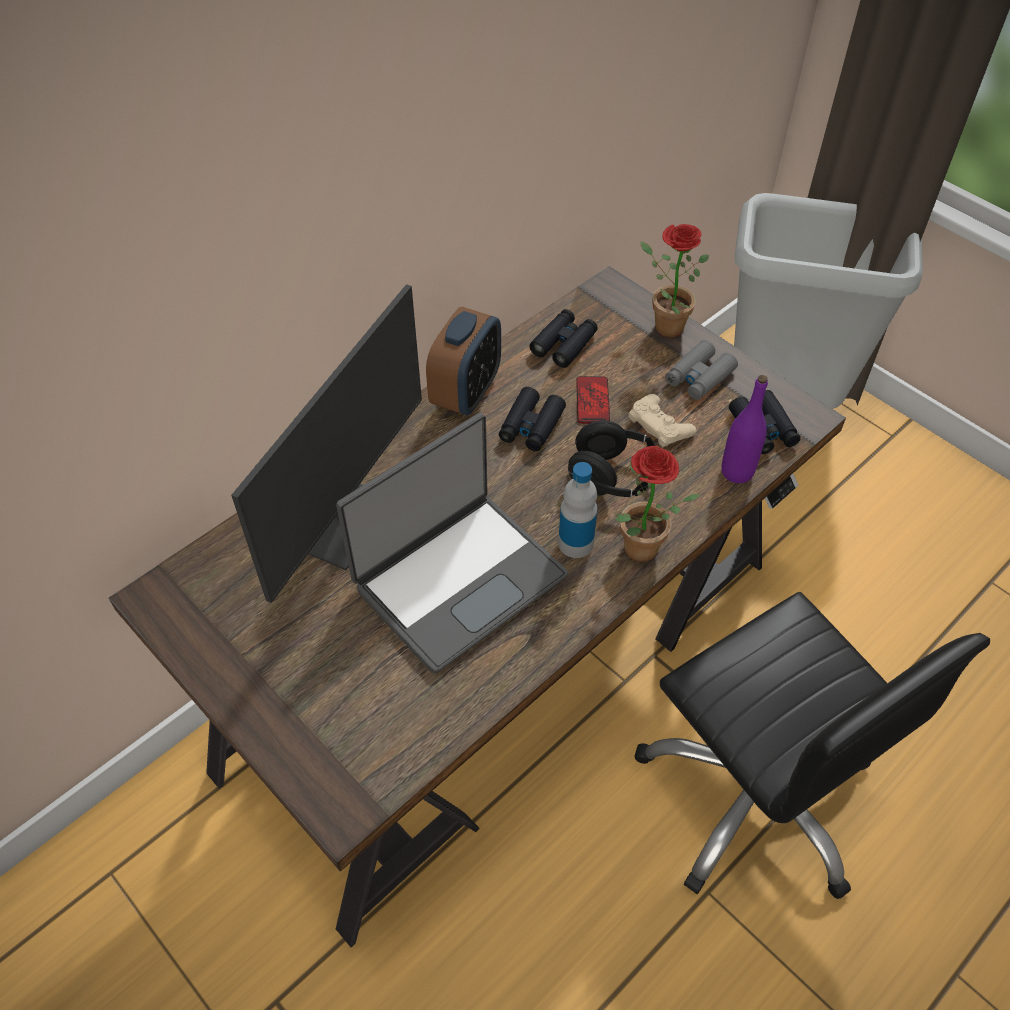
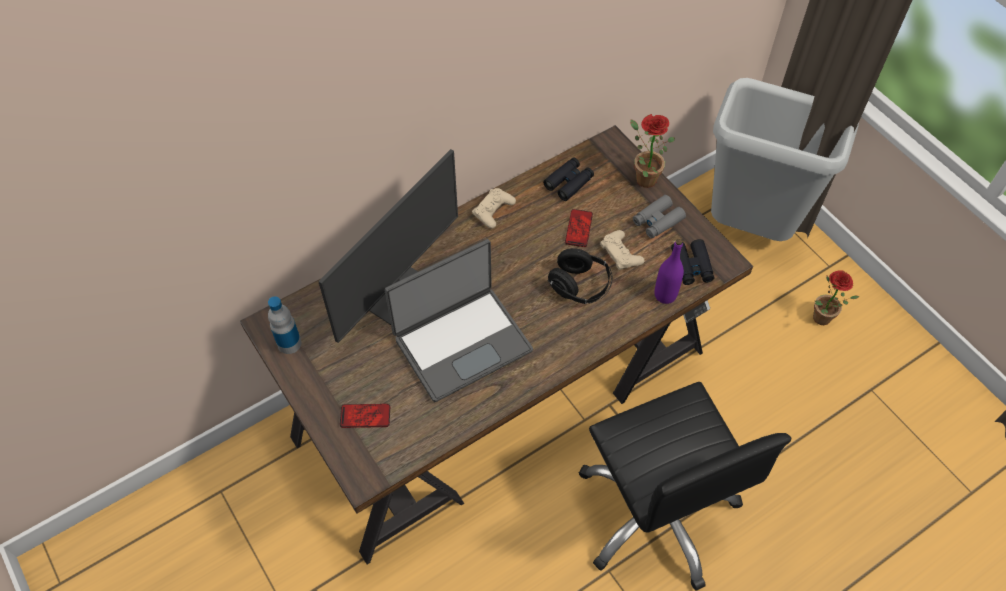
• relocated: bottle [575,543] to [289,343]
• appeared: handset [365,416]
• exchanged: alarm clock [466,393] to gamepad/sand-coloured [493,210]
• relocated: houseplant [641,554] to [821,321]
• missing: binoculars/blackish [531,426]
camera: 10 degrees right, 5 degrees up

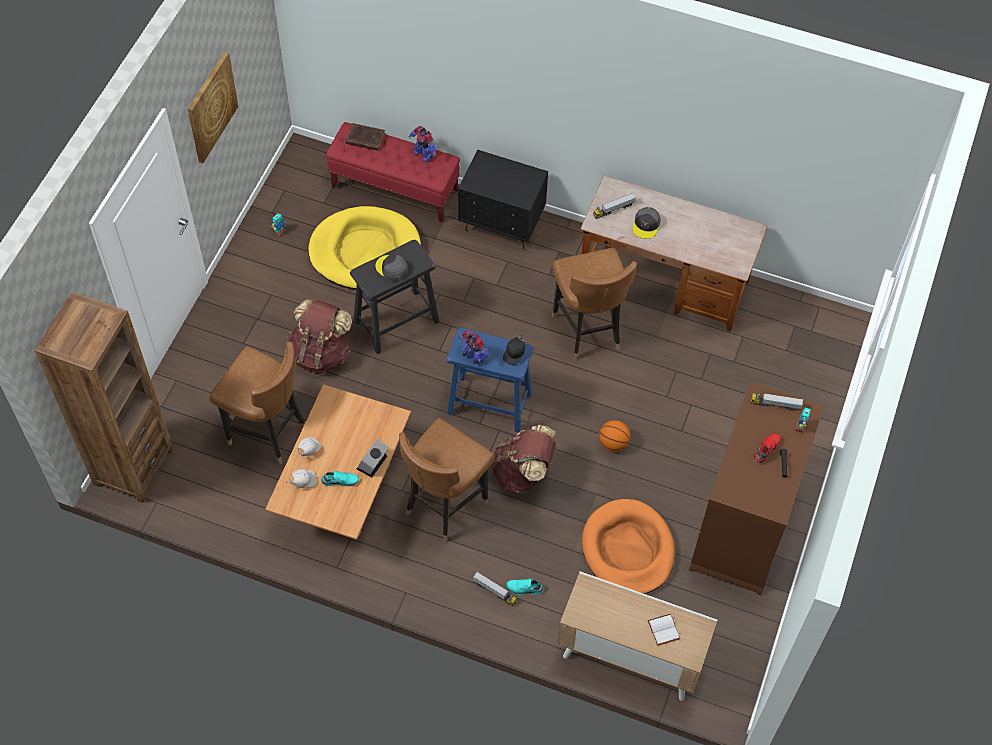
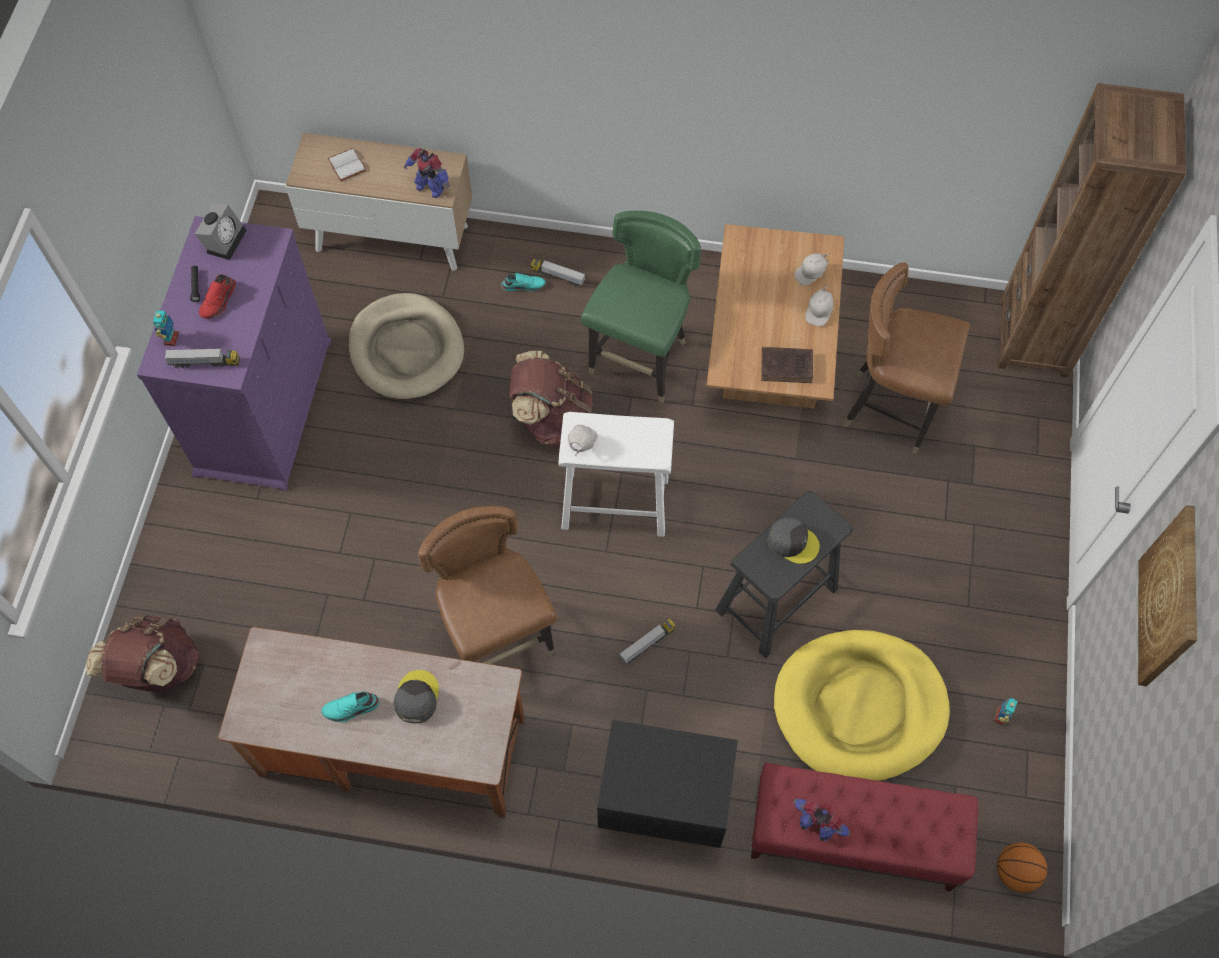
• relocated: knapsack/brownish [321,353] to [157,669]
• colour: drawer chest/brownish [744,524] to drawer chest/purple [264,405]
• relocated: alarm clock [372,464] to [225,239]
• relocated: shoe/blue-green [340,480] to [351,709]
• colour: pet bed/orange-coloured [628,549] to pet bed/sand-coloured [406,349]
• relocated: model robot [473,357] to [430,187]
• colour: sitting stool/bluish [490,403] to sitting stool/whitish [614,502]
• colour: cap/blackish [515,354] to cap/whitish [581,442]
• colour: chair/brownish [445,504] to chair/green [640,362]
• relocated: toy truck [614,209] to [647,644]
• relocated: book/brownish [364,138] to [788,367]
• relocated: basketball ball [613,443] to [1015,872]
camera: 170 degrees right, 5 degrees up

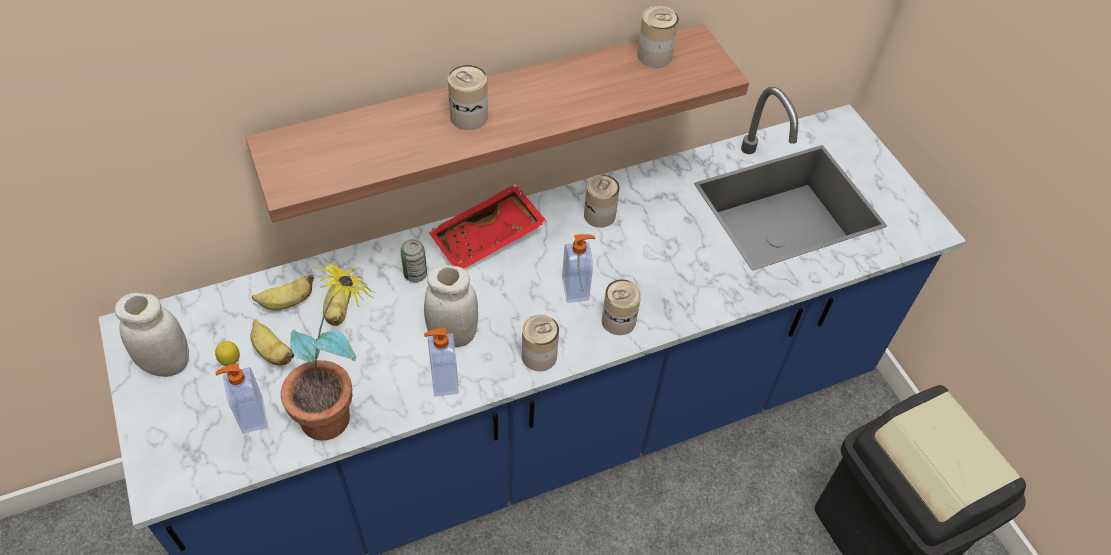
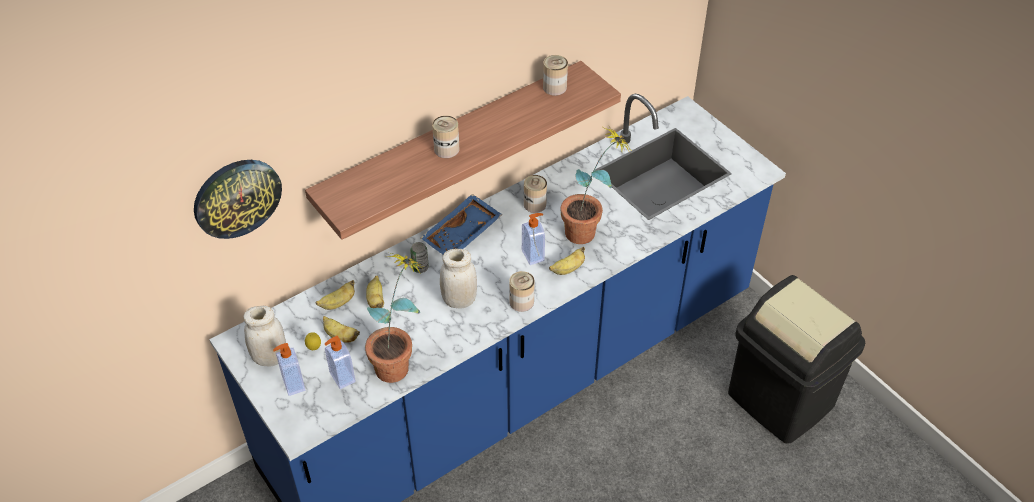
• appeared: clock on the wall [237,197]
• relocated: soap bottle [443,381] to [293,384]
• colour: carrying tray/red-coloured [488,238] to carrying tray/bluish [463,234]
• exchanged: can [618,320] to banana [568,269]
• appeared: houseplant [589,231]
camera: 10 degrees left, 5 degrees down

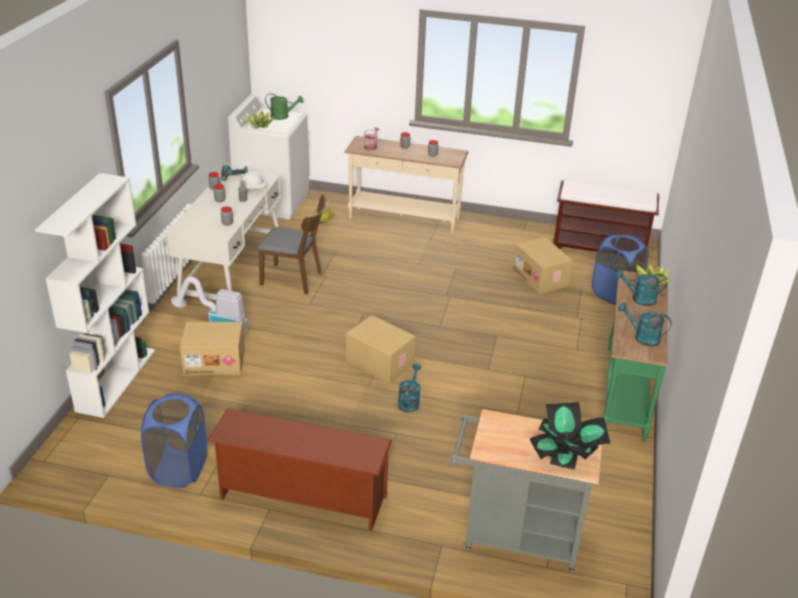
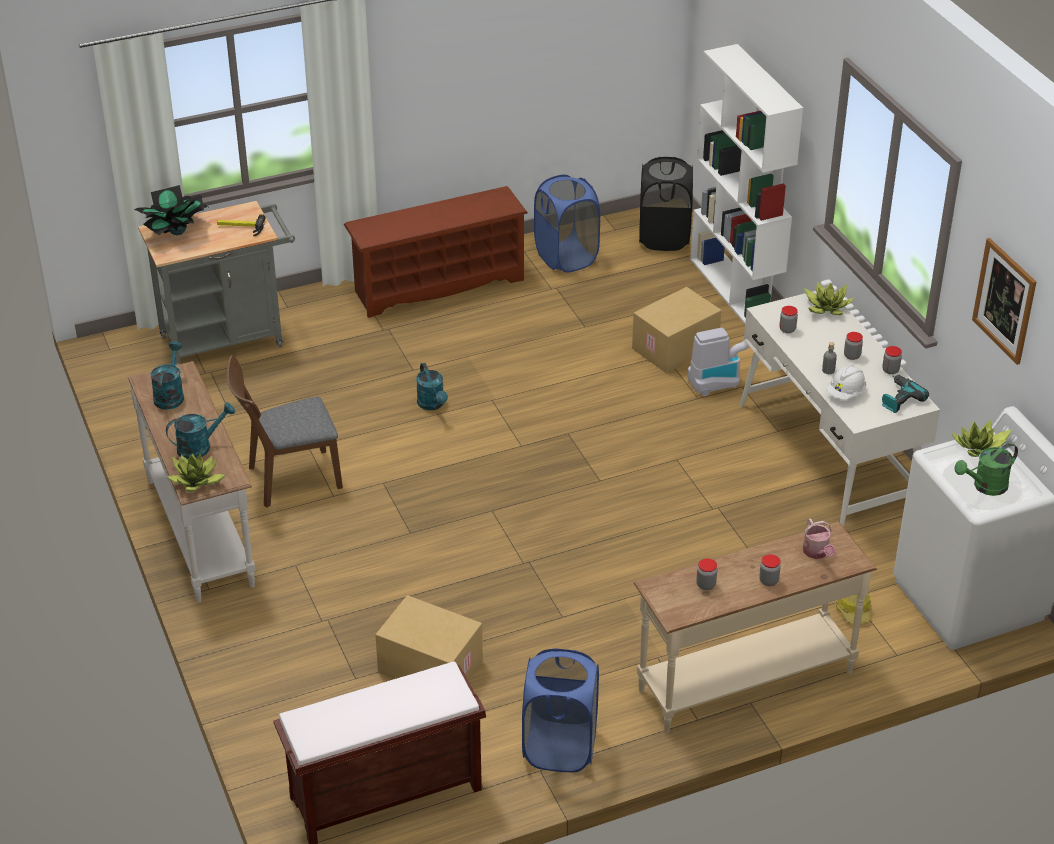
• colour: hall table/green [624,392] to hall table/whitish [202,532]
• spun: watering can/blue-green [642,337] = [170,395] 75 degrees counterclockwise
• appeared: tool hammer [240,227]
• relocated: chair/brownish [295,279] to [287,479]
• relocated: laundry basket/bluish [615,294] to [559,748]
• appeared: laundry basket/blackish [664,238]
• appeared: houseplant [826,307]
• appeared: picture [1004,300]
• missing: packing box [379,362]
camera: 145 degrees right, 5 degrees up

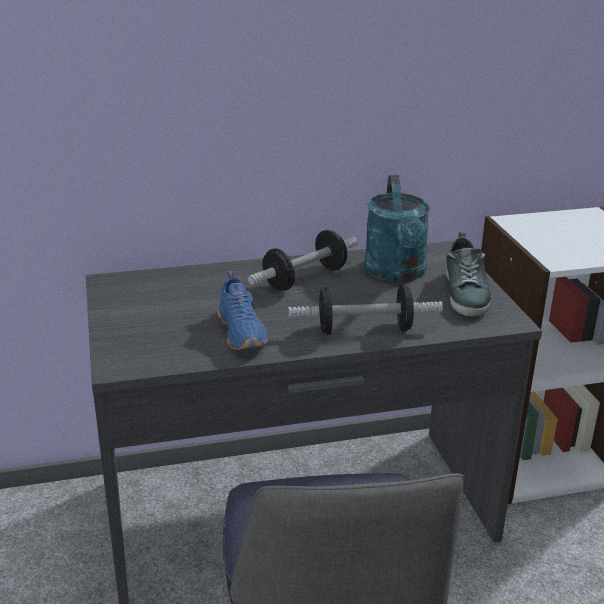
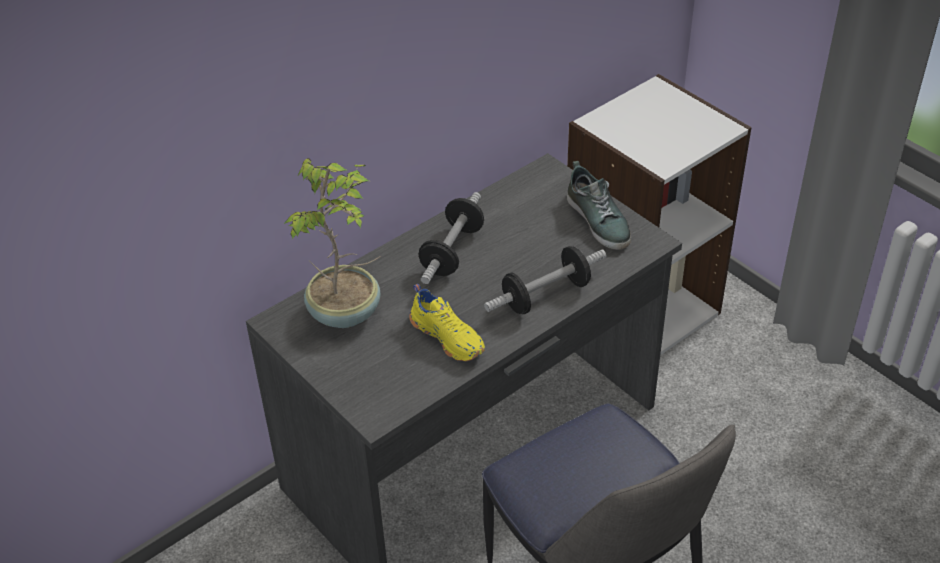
• appeared: houseplant [346,313]
• colour: shoe/bluish [243,332] to shoe/yellow-coloured [449,337]
• missing: watering can/blue-green [397,273]
camera: 25 degrees left, 15 degrees up

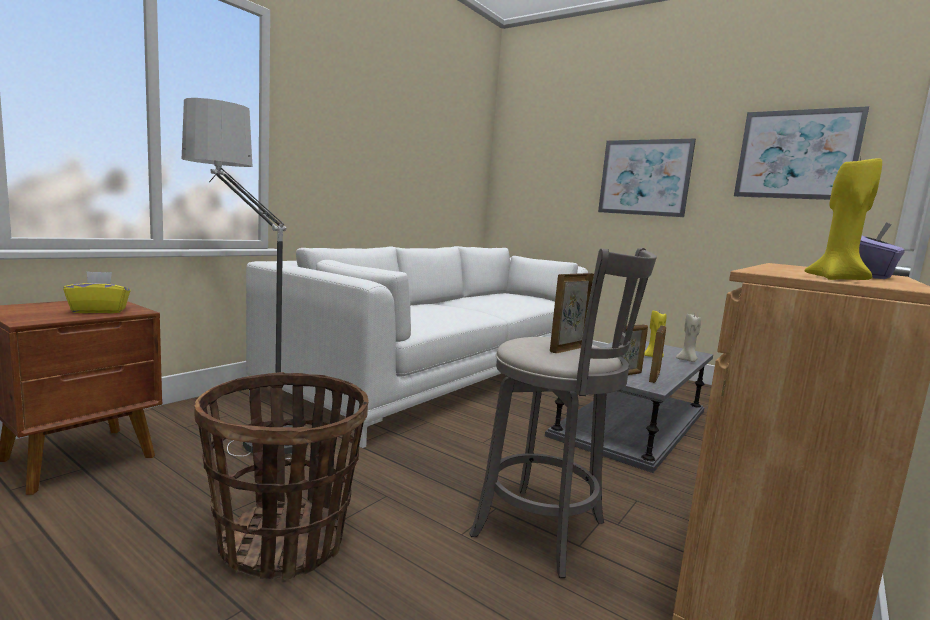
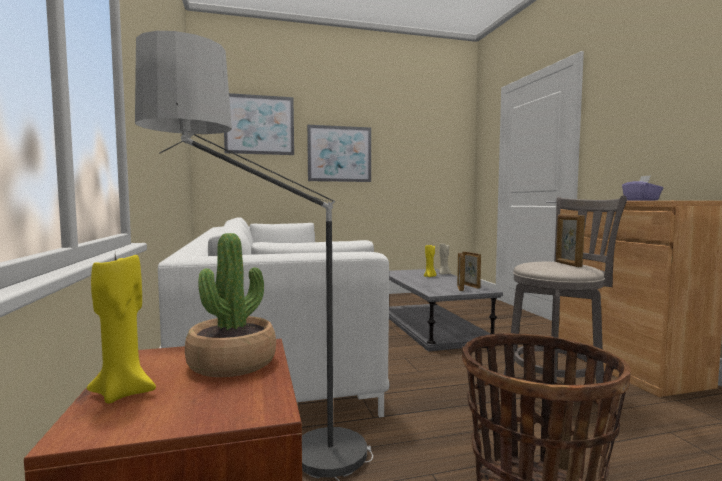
• relocated: candle/yellow-coloured [836,279] to [123,392]
• exchanged: tissue box/yellow-coloured [99,311] to houseplant [232,363]
• relocated: picture [796,155] to [259,125]
camera: 50 degrees left, 5 degrees down

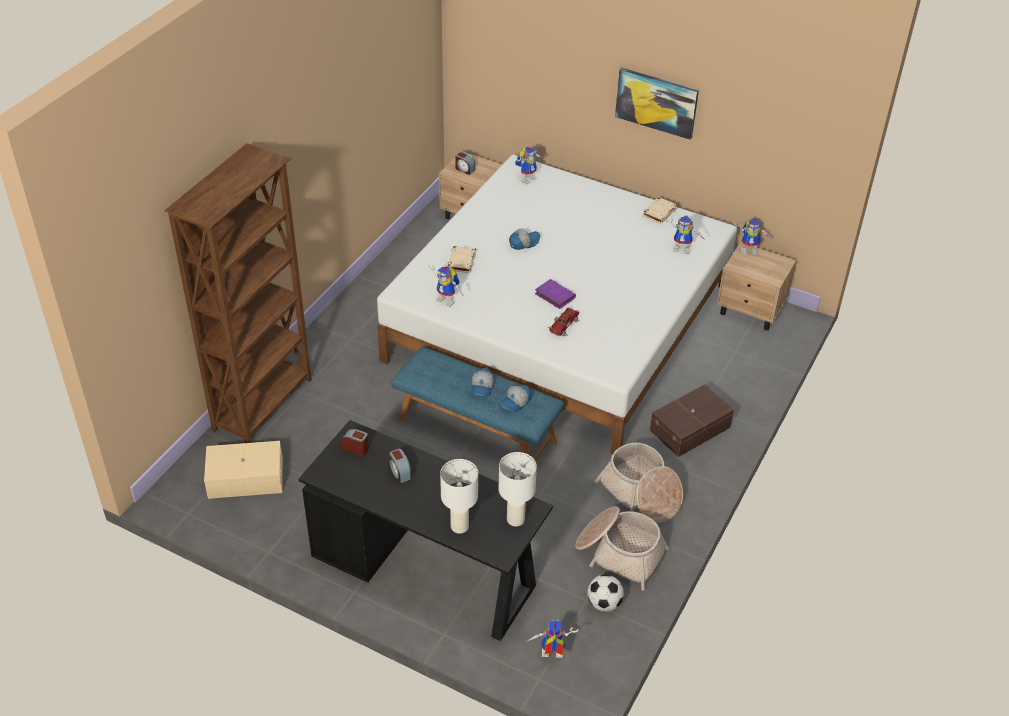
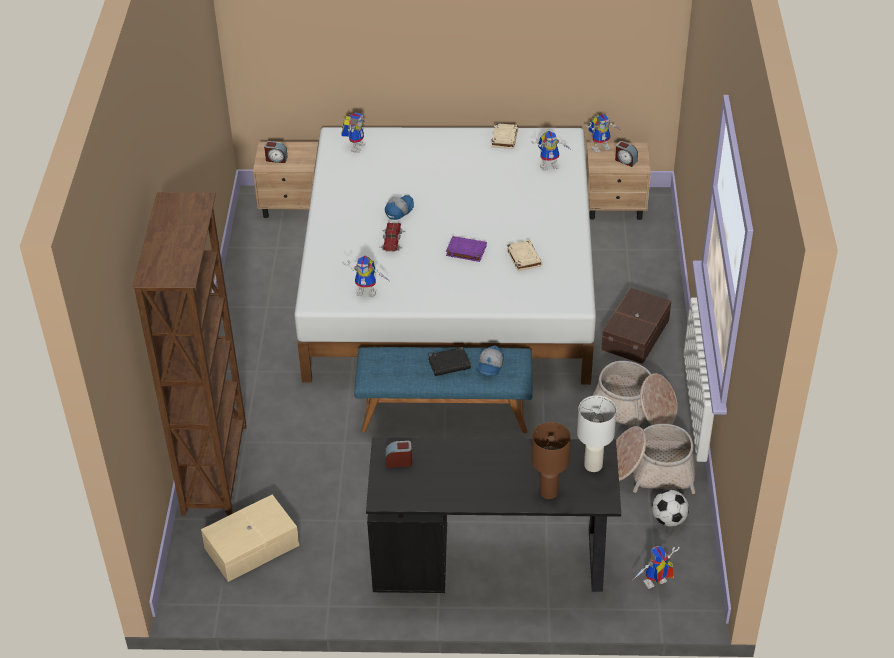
• relocated: toy car [563,325] to [392,241]
• exchanged: cap [482,387] to book/blackish [449,364]
• relocated: book/sand-coloured [461,261] to [523,257]
• colour: lamp for a table/whitish [459,526] to lamp for a table/brownish [548,492]
• relocated: alarm clock [400,473] to [625,160]
• missing: picture [656,102]
camera: 25 degrees left, 0 degrees up

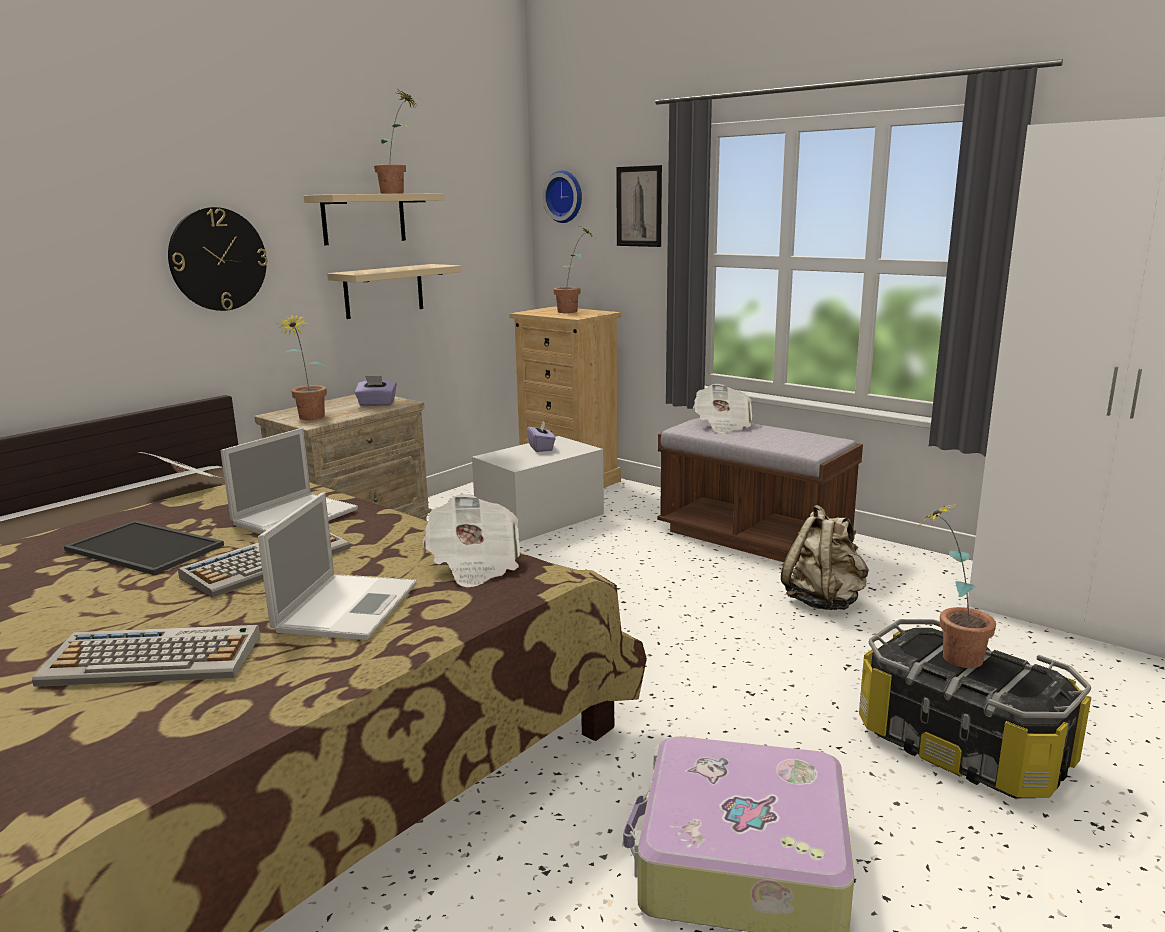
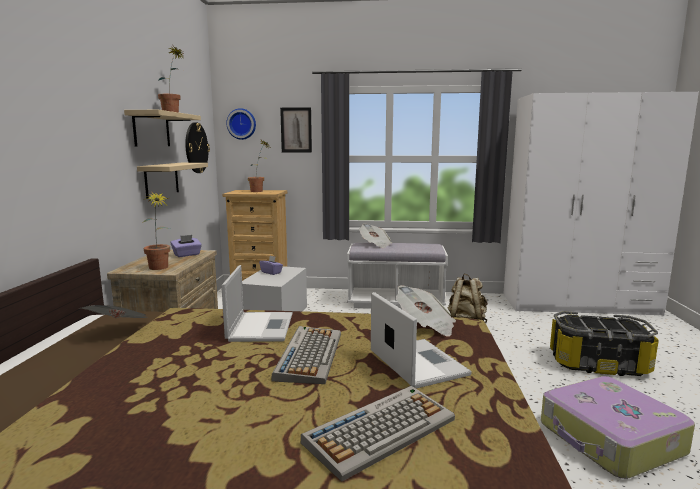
• relocated: clock on the wall [218,259] to [196,148]
• colour: indoor bench/brownish [753,538] to indoor bench/whitish [395,302]
• missing: carrying tray [147,547]
• missing: houseplant [949,654]
camera: 35 degrees left, 5 degrees down

